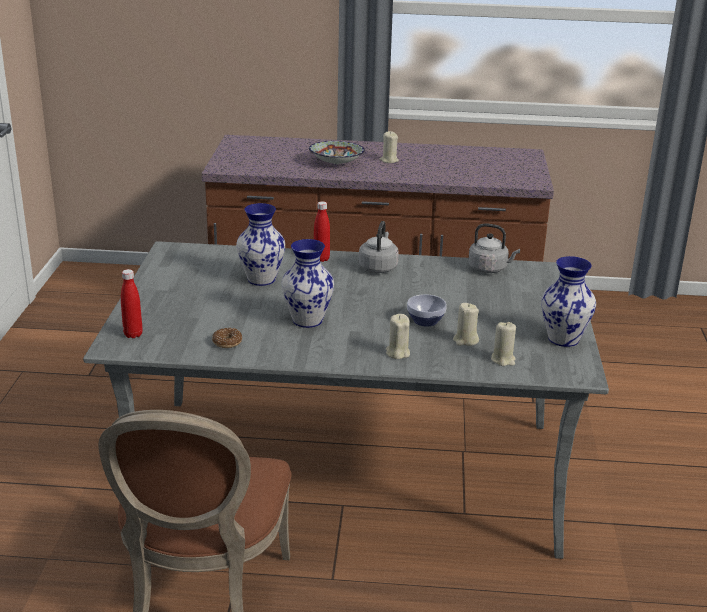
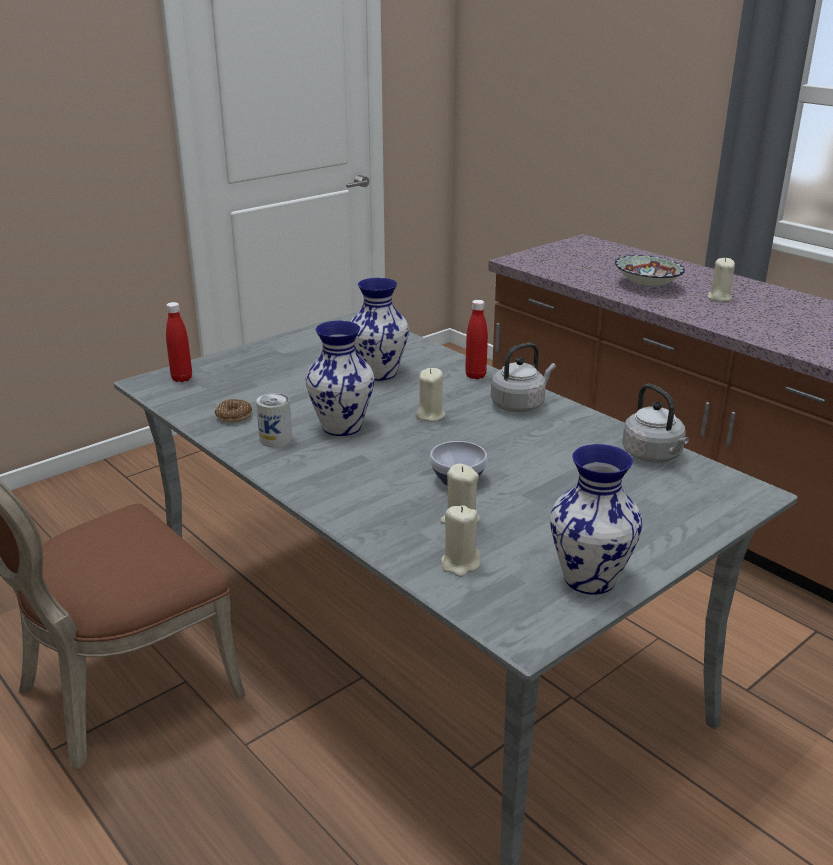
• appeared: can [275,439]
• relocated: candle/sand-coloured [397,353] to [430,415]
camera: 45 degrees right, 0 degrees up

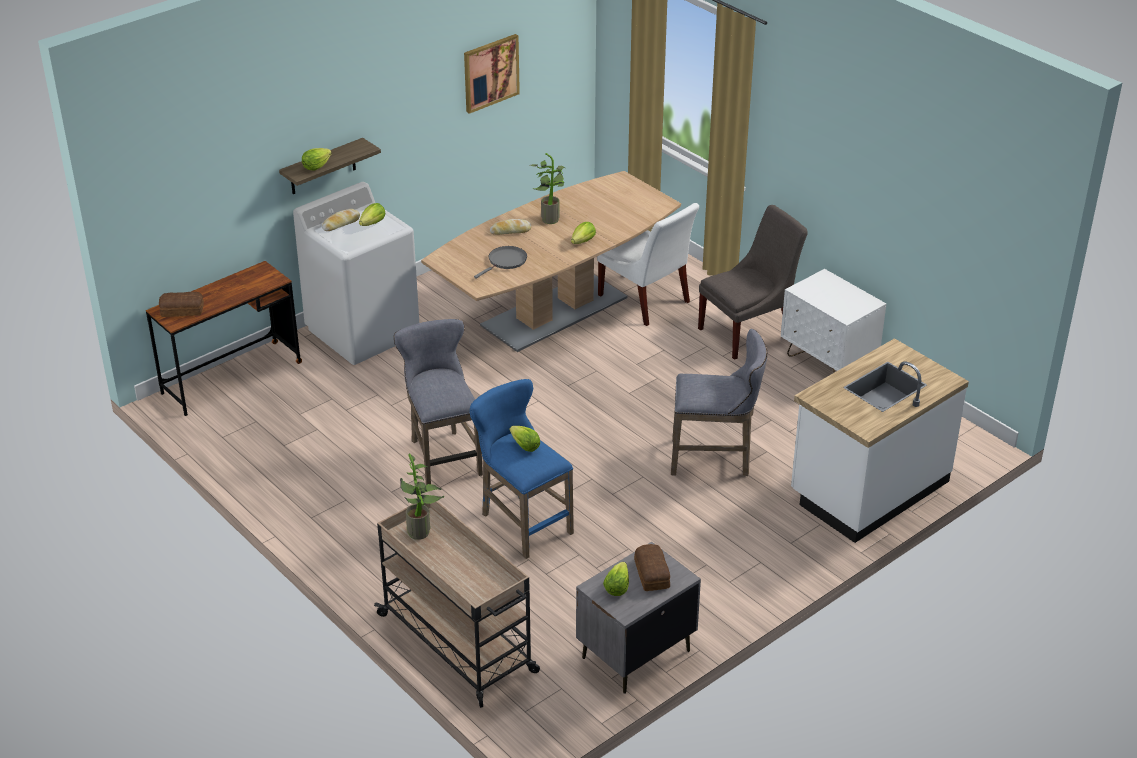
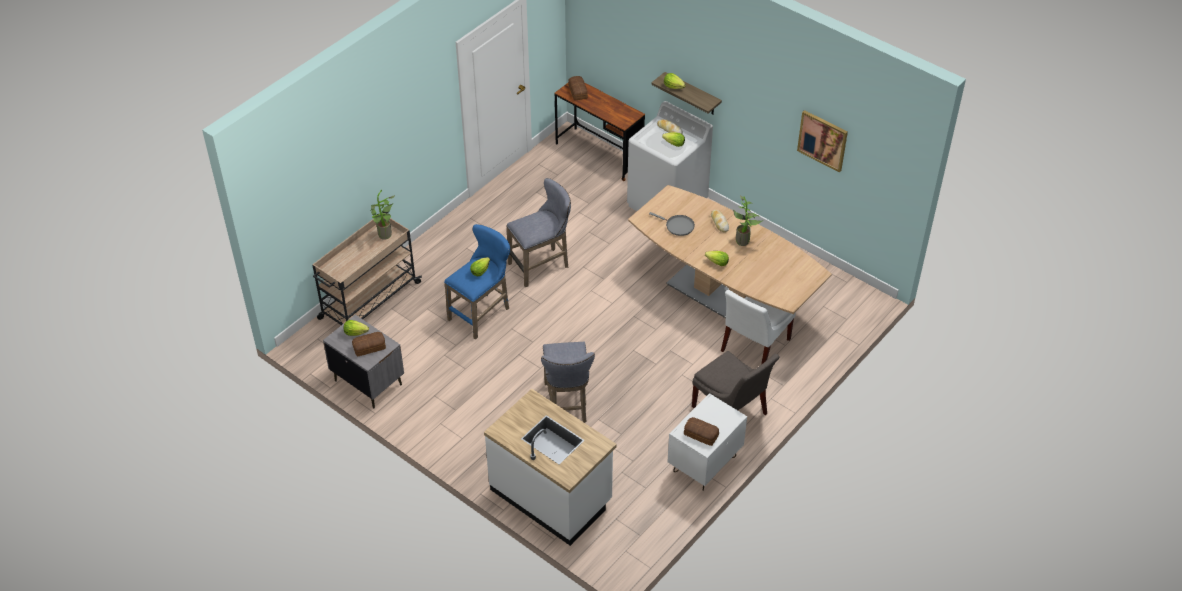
• appeared: bakery bread [701,435]
camera: 80 degrees right, 10 degrees up

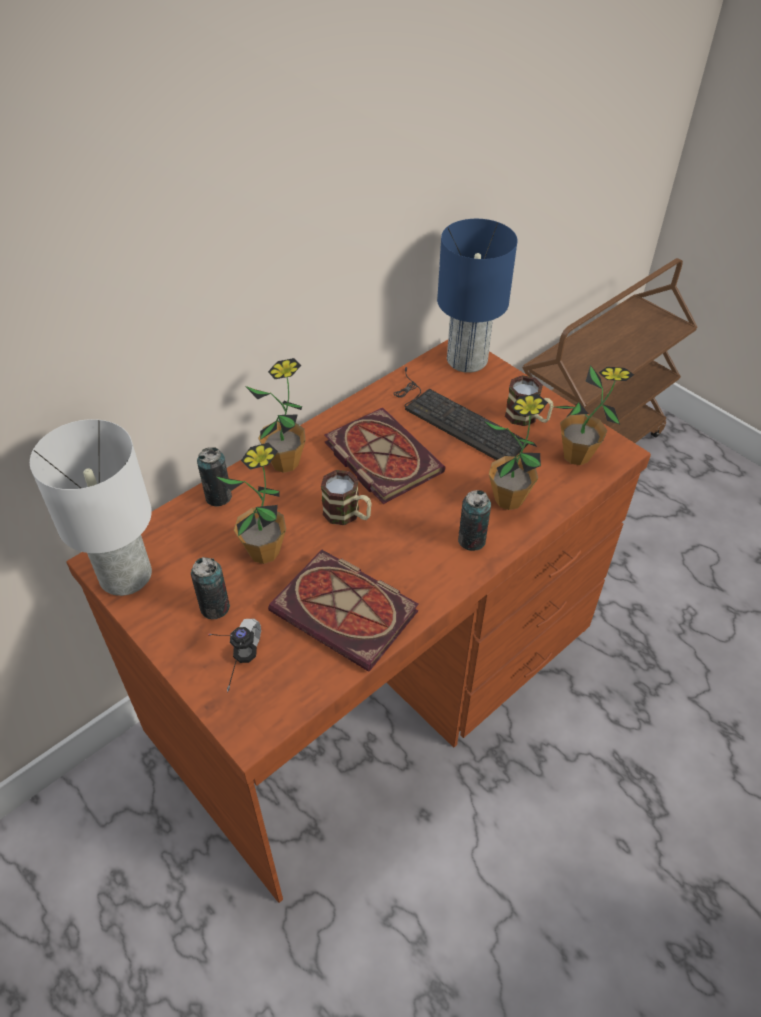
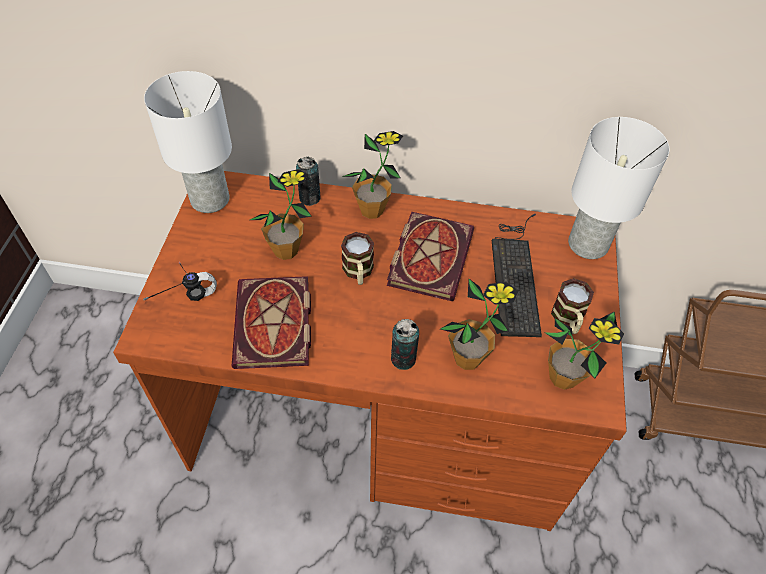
• colour: lamp for a table/bluish [466,359] to lamp for a table/whitish [588,243]
• missing: can [215,607]
camera: 50 degrees right, 5 degrees up

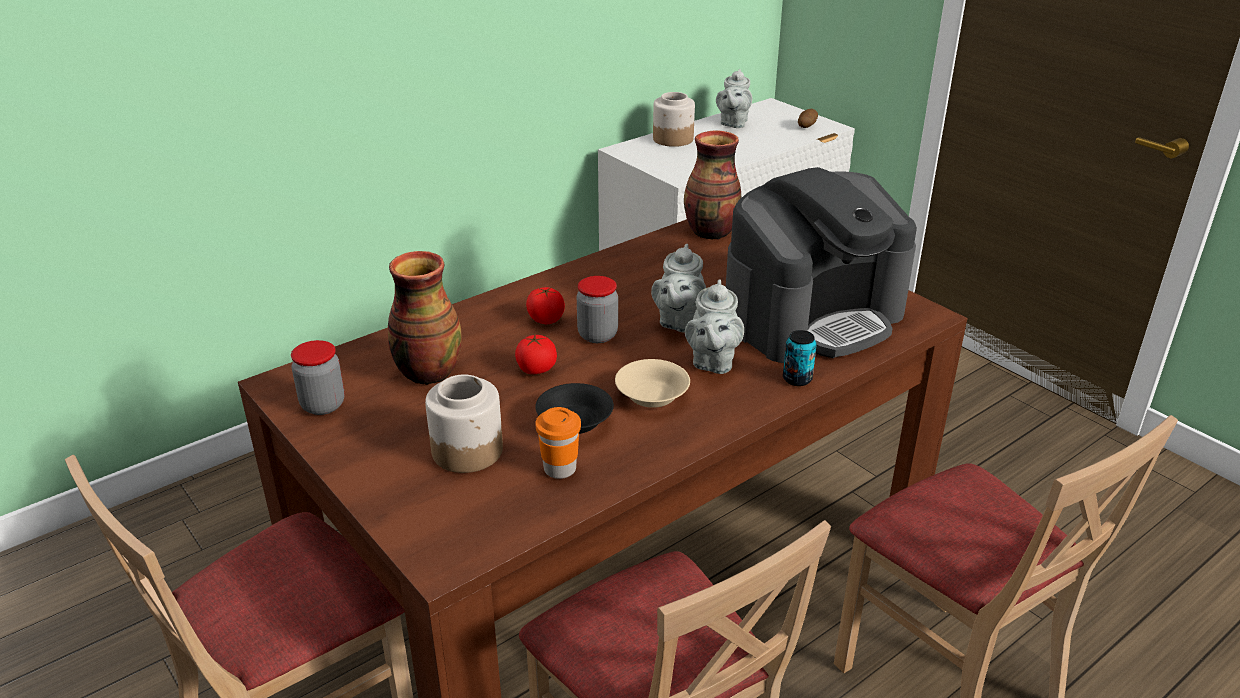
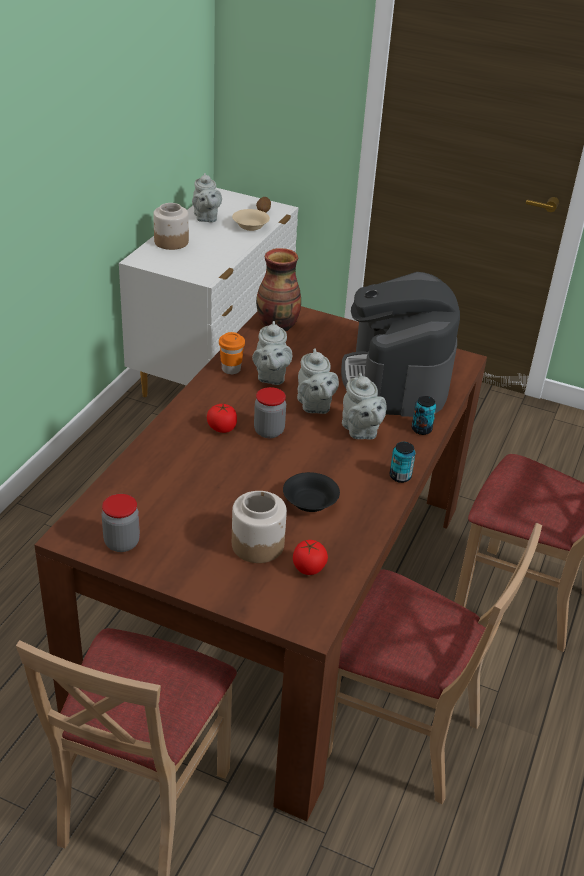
• relocated: cup/orange-coloured [560,469] to [231,369]
• relocated: deep dish/sand-coloured [652,396] to [250,226]
• appeared: teapot/gray [270,377]
• relocated: whole tomato [536,369] to [308,568]
• spun: coffee maker [813,317] = [396,379] 150 degrees clockwise
• appeared: can [400,476]
• missing: flower vase [427,373]
camera: 30 degrees left, 5 degrees up

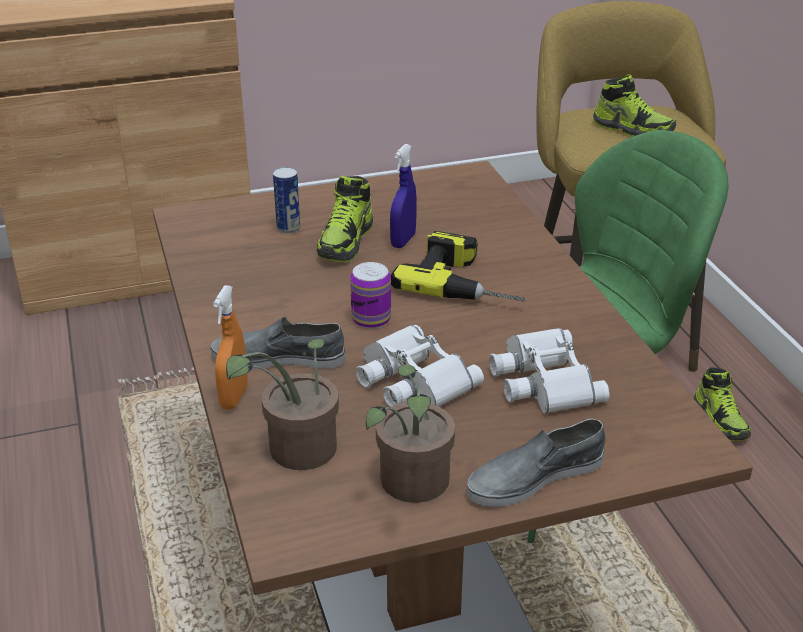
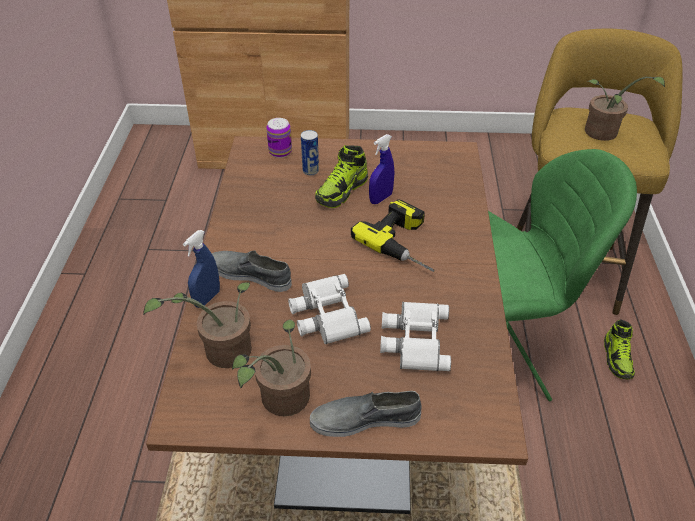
• colour: spray bottle/orange-coloured [234,397] to spray bottle/bluish [207,298]
• relocated: can [371,319] to [280,151]
• exchanged: shoe [632,129] to houseplant [603,134]
camera: 20 degrees right, 10 degrees up

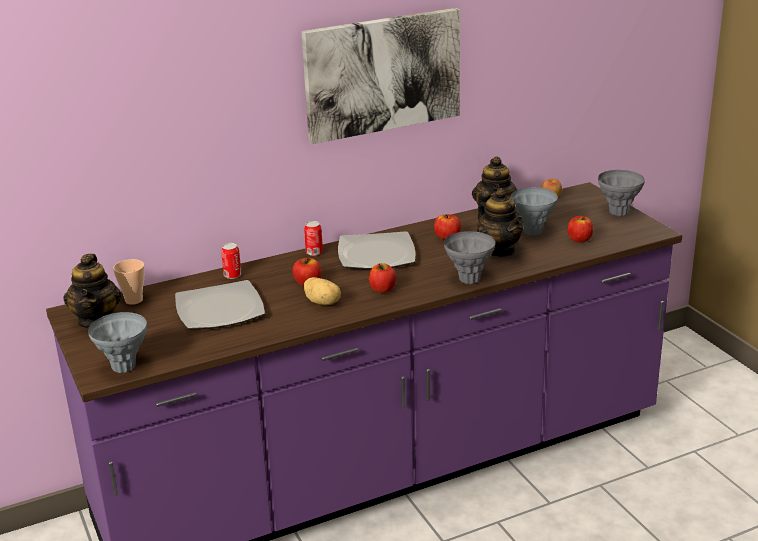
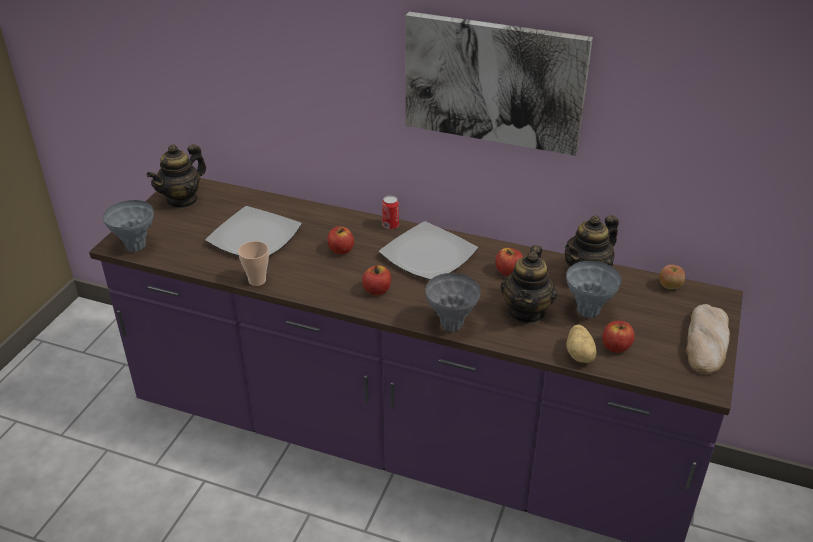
• relocated: cup [134,300] to [257,280]
• relocated: potato [323,302] to [580,355]
• exchanged: flower vase/gray [618,213] to bakery bread [706,342]
• missing: can [232,275]
camera: 45 degrees right, 10 degrees up

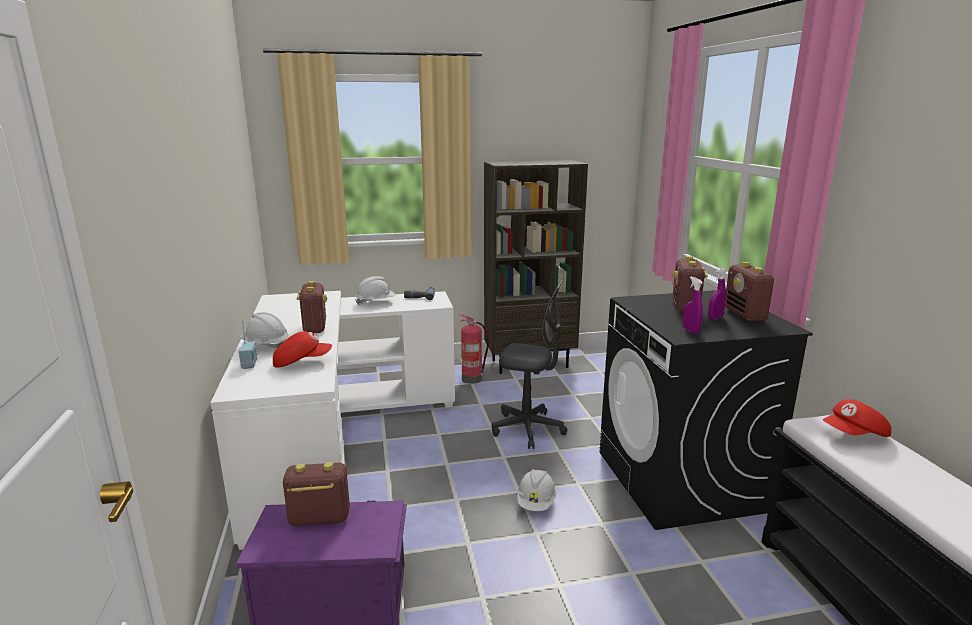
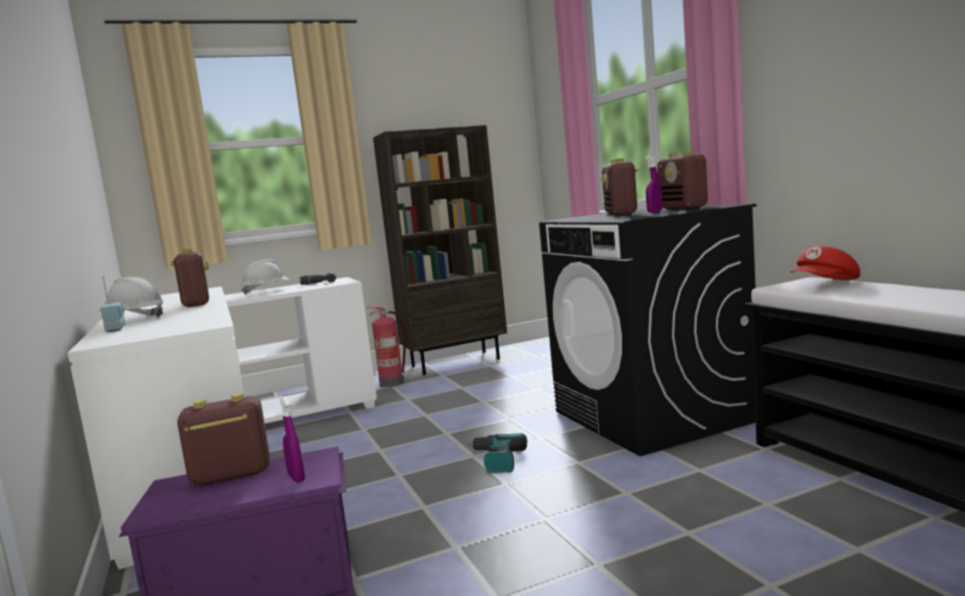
• relocated: spray bottle/purple [690,330] to [296,478]
• exchanged: safety helmet/whitish [536,503] to drill [497,461]
• missing: cap/red-coloured [302,362]
• missing: desk chair/gray [528,429]
camera: 10 degrees left, 10 degrees down

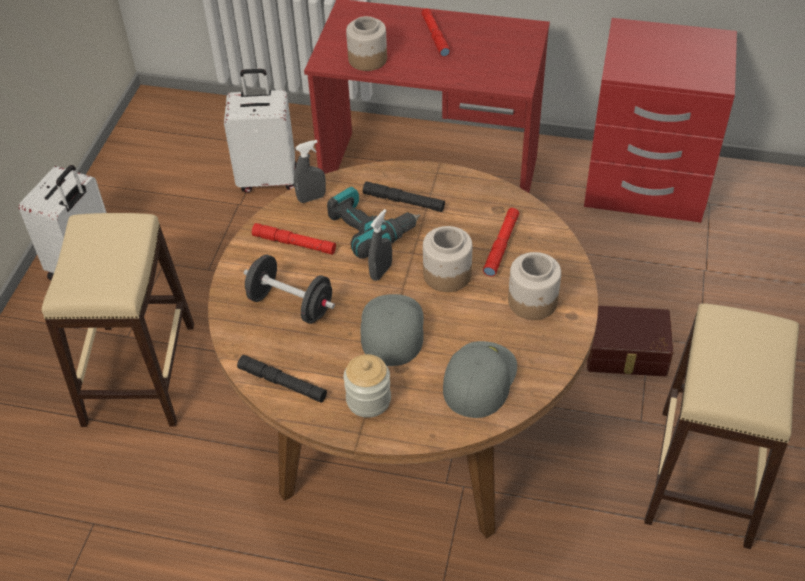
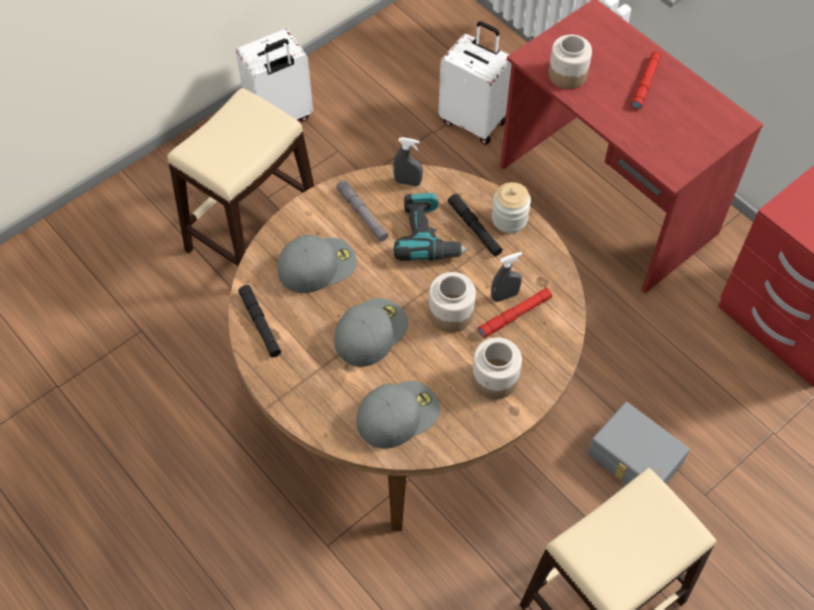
• exchanged: free weight/blackish [291,304] to cap/gray [317,264]
• colour: torch/red-coloured [294,243] to torch/gray [362,214]
• relocated: spray bottle/gray [381,271] to [504,296]
• relocated: jar [368,400] to [509,219]
• colour: storage container/brownish [626,353] to storage container/gray [633,460]
camera: 35 degrees right, 10 degrees up

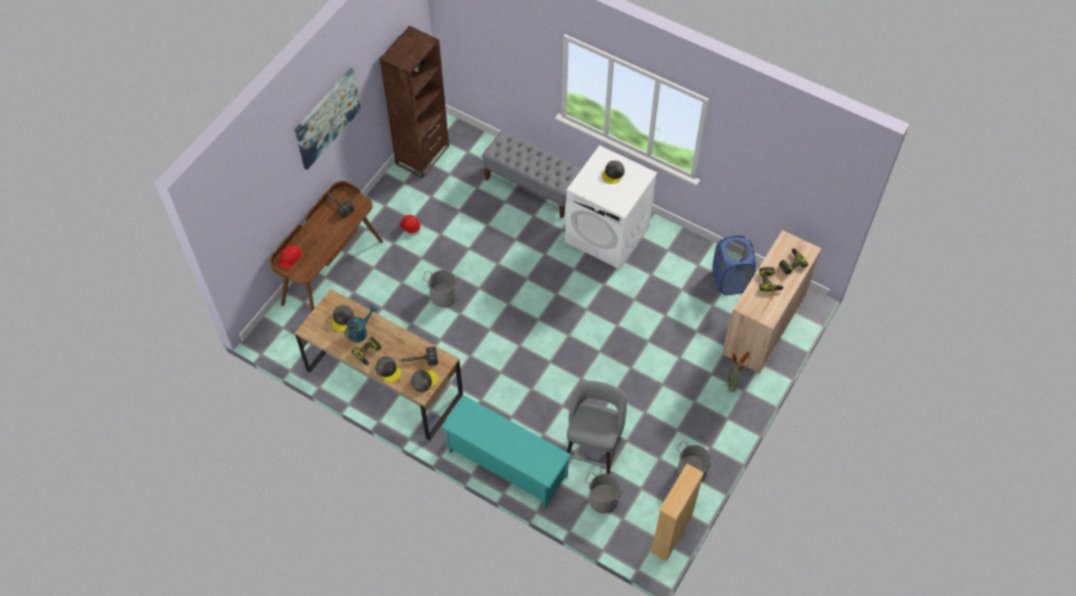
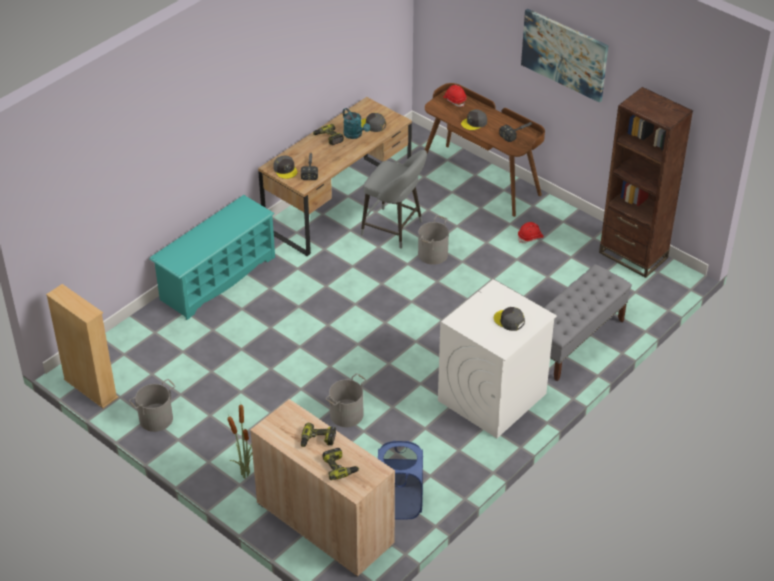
• relocated: water bucket/gray [603,500] to [346,414]
• relocated: sitting stool/gray [593,449] to [395,229]
• relocated: cap/gray [388,370] to [474,123]
camera: 100 degrees right, 15 degrees down

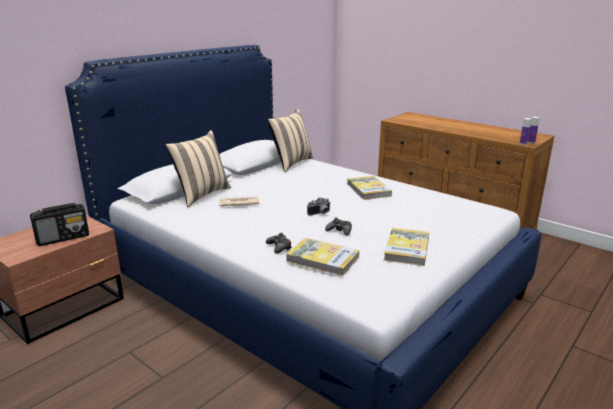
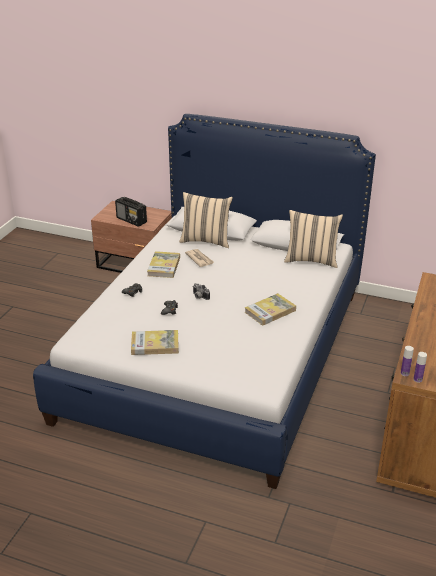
• relocated: book [322,259] to [164,266]
camera: 70 degrees right, 10 degrees up

